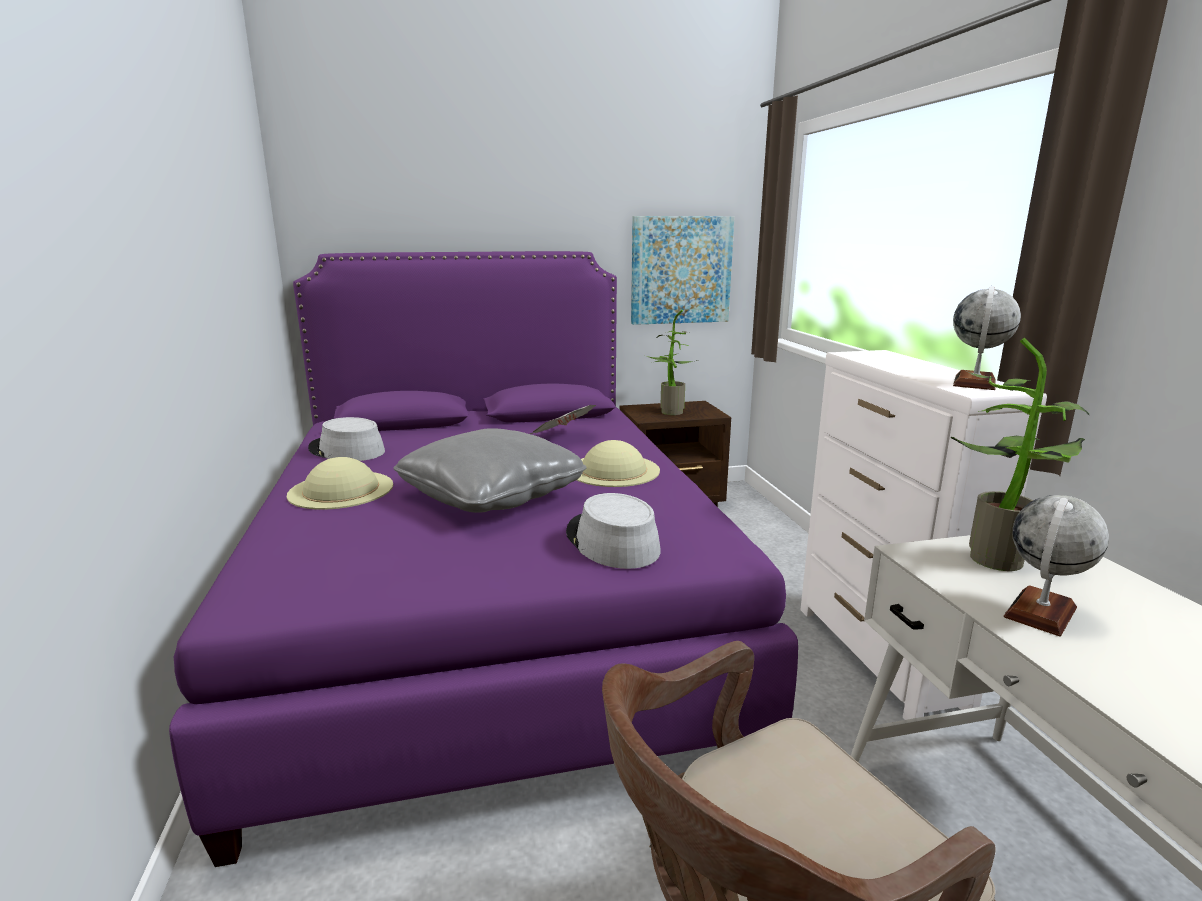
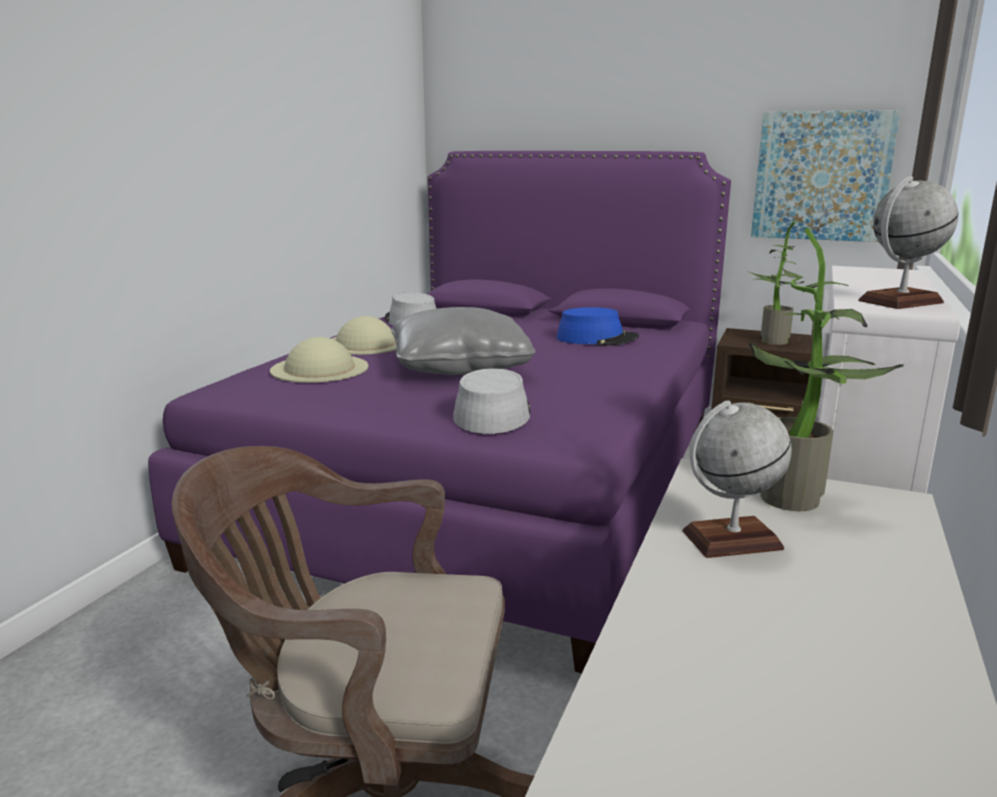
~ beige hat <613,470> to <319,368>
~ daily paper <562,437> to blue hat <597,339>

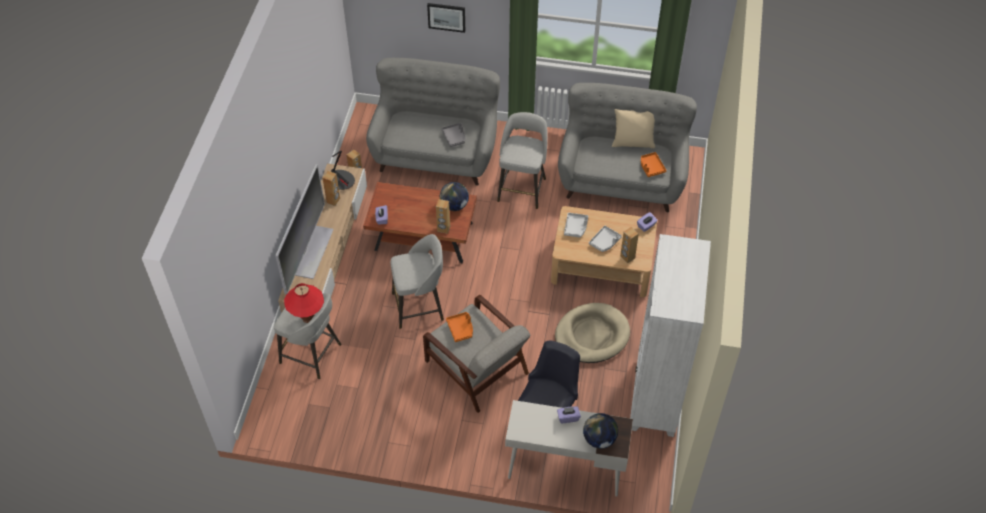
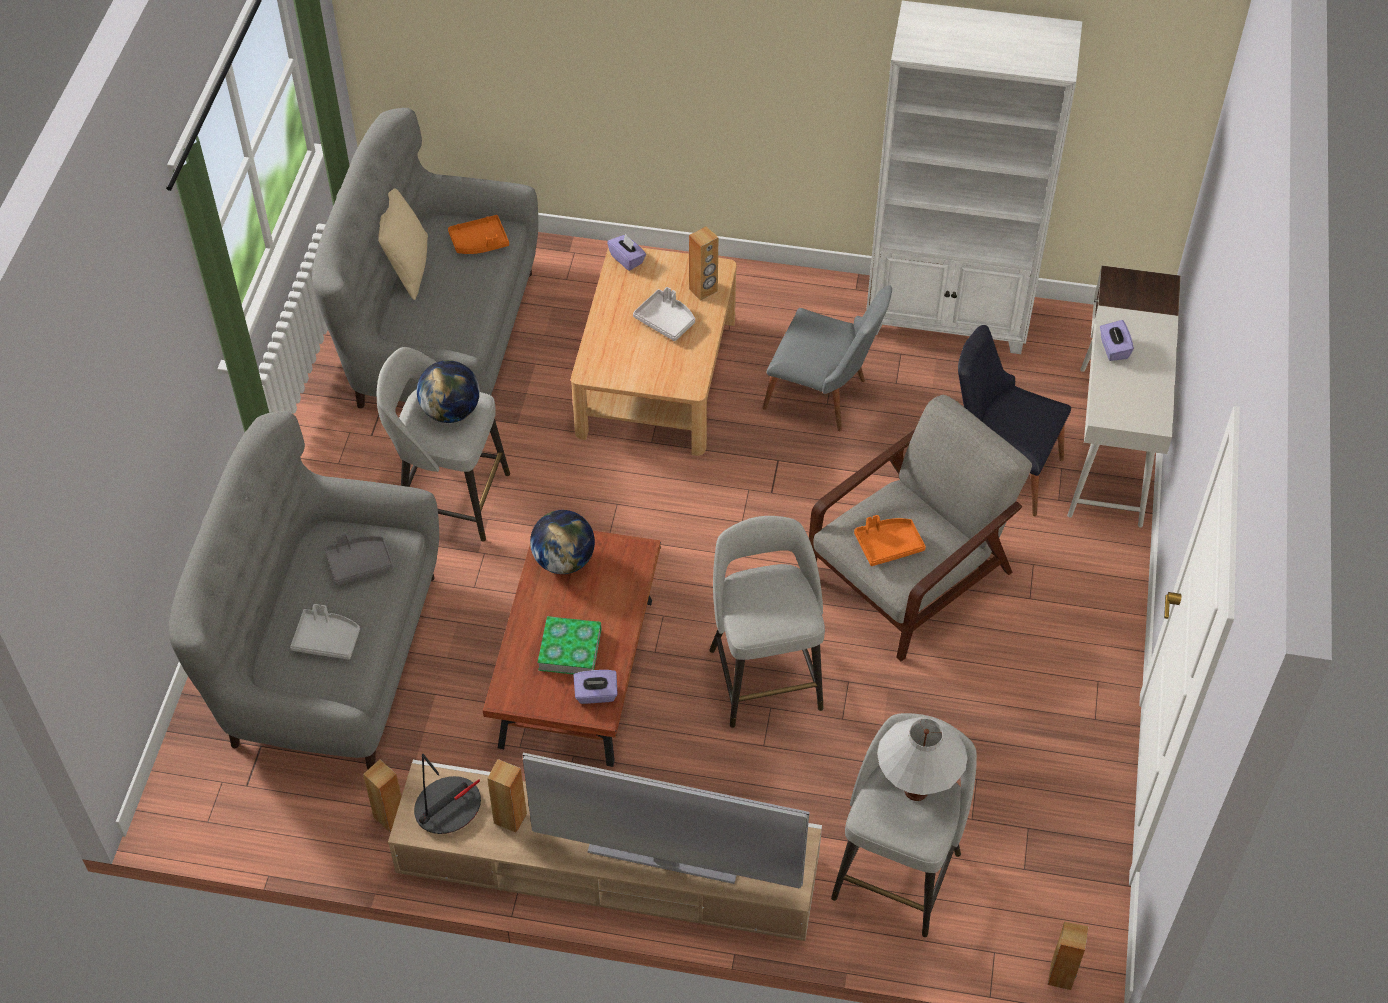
~ gray tray <576,227> to <327,639>
~ globe <599,439> to <451,411>
+ book <570,649>
~ beige pet bed <592,335> to gray chair <824,398>
~ red-coloured lamp for a table <308,318> to white lamp for a table <915,791>
~ brown audio speaker <443,229> to <1061,975>
- wall picture <446,17>

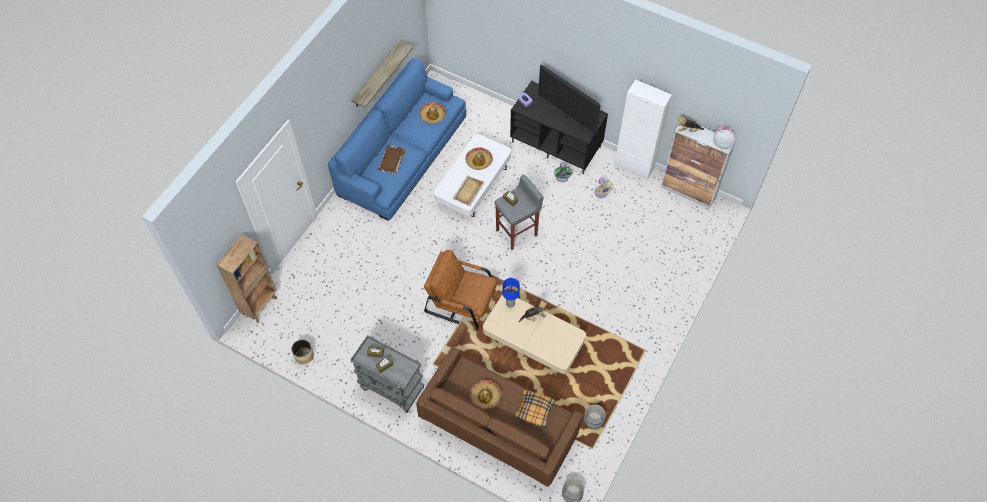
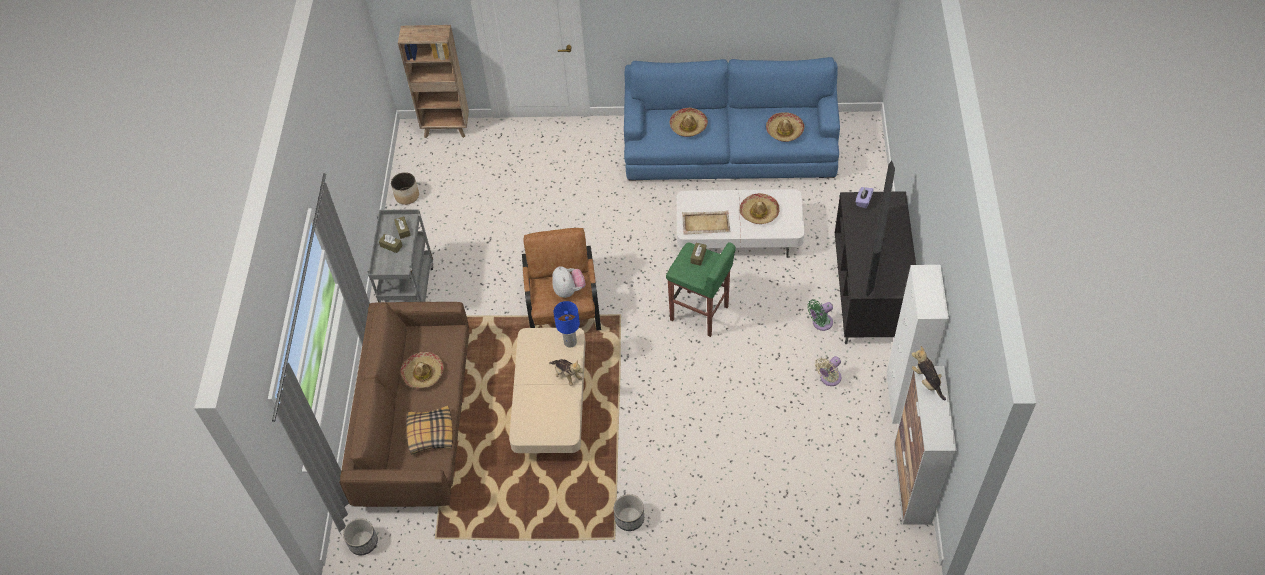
~ cuddly toy <722,143> to <569,290>
~ planter <593,420> to <629,518>
~ gray stool seat <517,233> to greenish stool seat <699,314>
~ brown tray <391,160> to hat <688,126>
- bracket shelf <376,75>

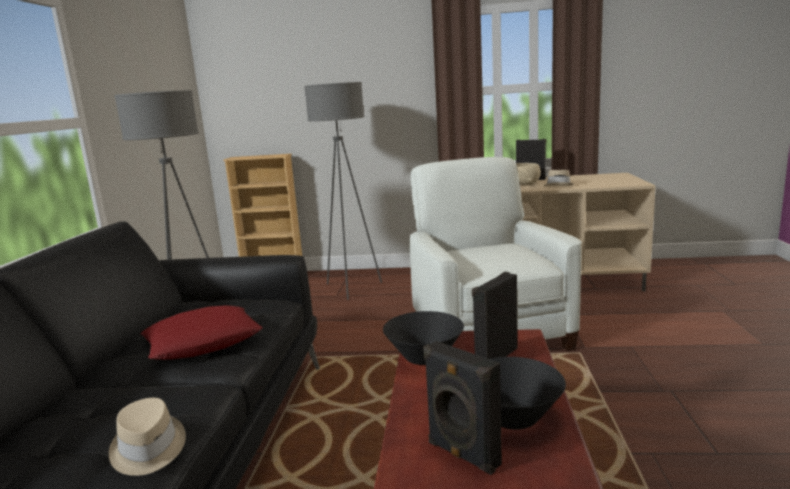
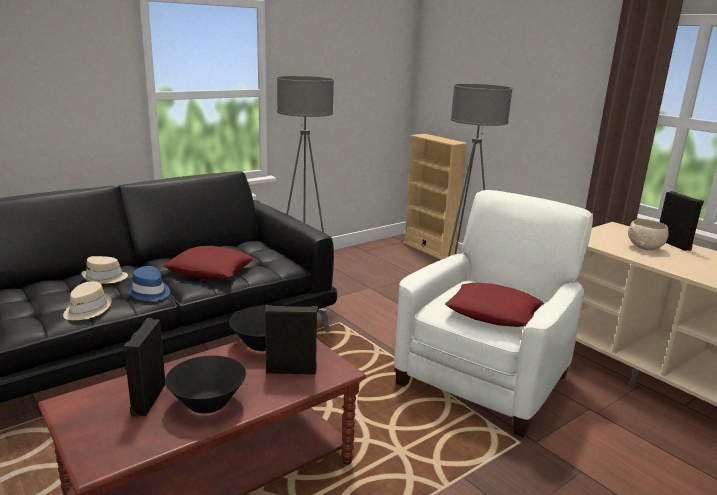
~ beige hat <558,186> to <105,278>
+ blue hat <149,292>
+ red-coloured cushion <493,312>

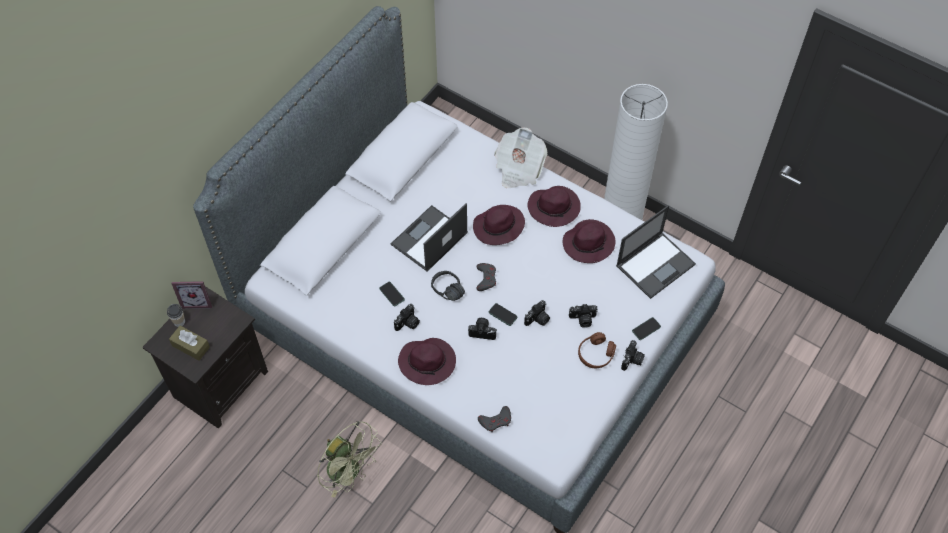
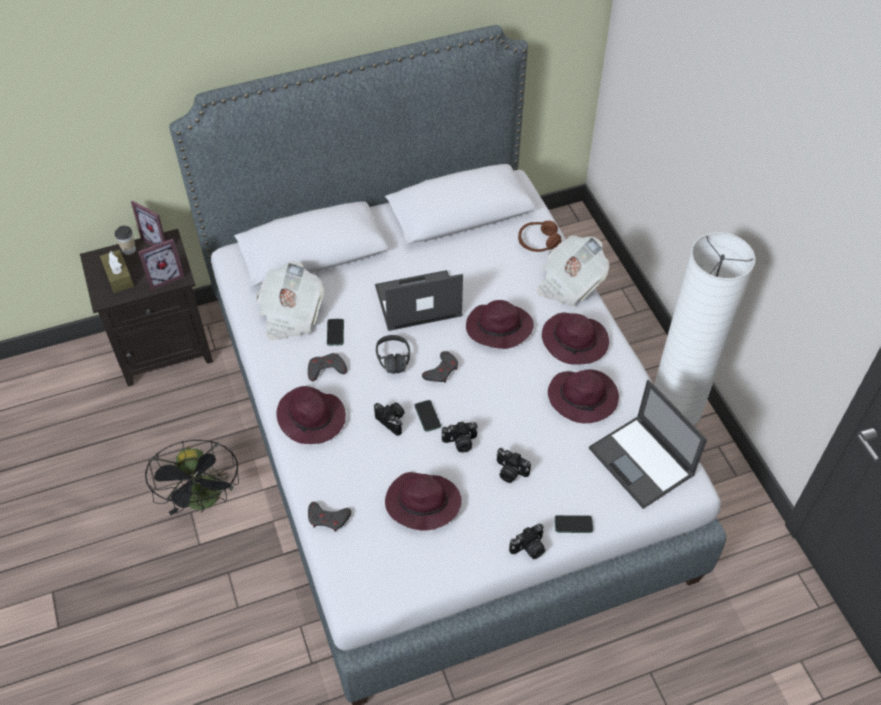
+ photo frame <164,277>
~ greenish electric fan <350,472> to blackish electric fan <205,501>
+ daily paper <290,314>
~ still camera <408,323> to gray joypad <326,369>
+ purple hat <421,503>
~ brown headphones <595,354> to <538,242>
~ portable computer <655,264> = <642,462> 60 degrees clockwise

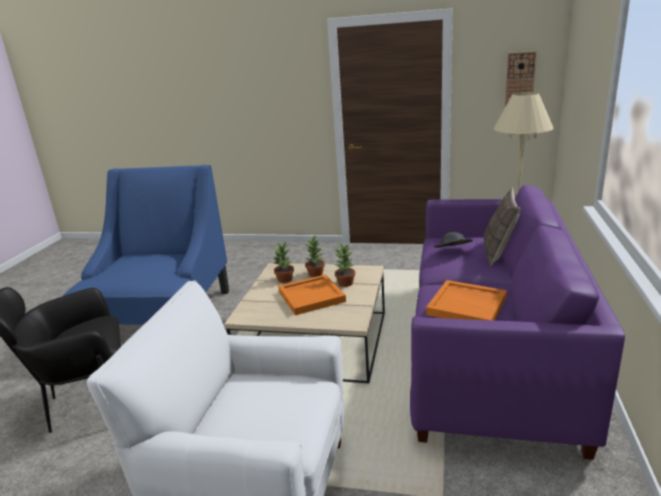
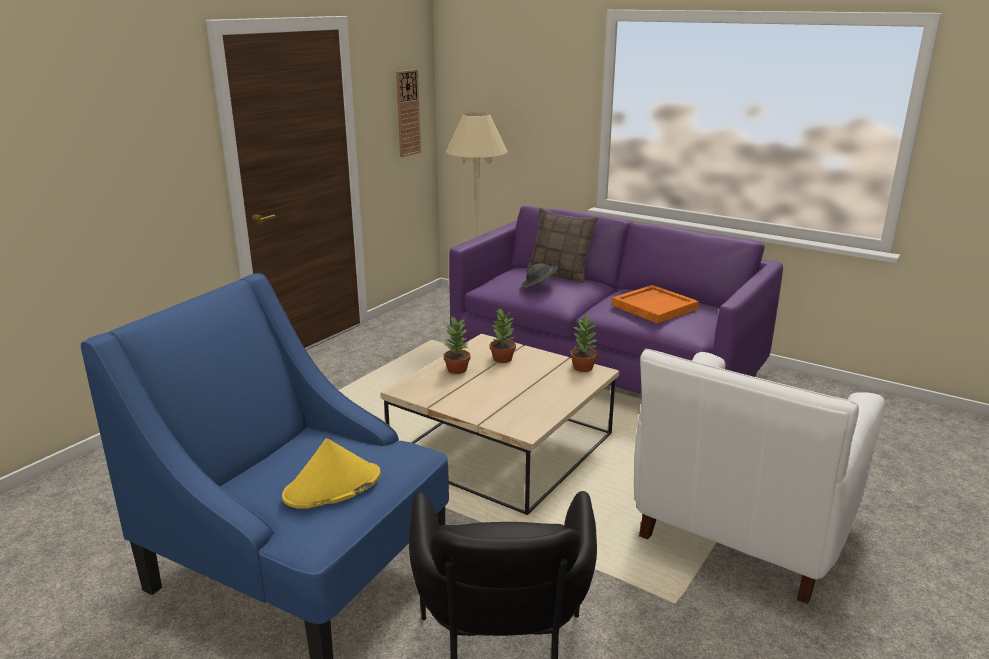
+ yellowish hat <332,486>
~ plant in a pot <285,279> to <583,367>
- orangey tray <312,296>

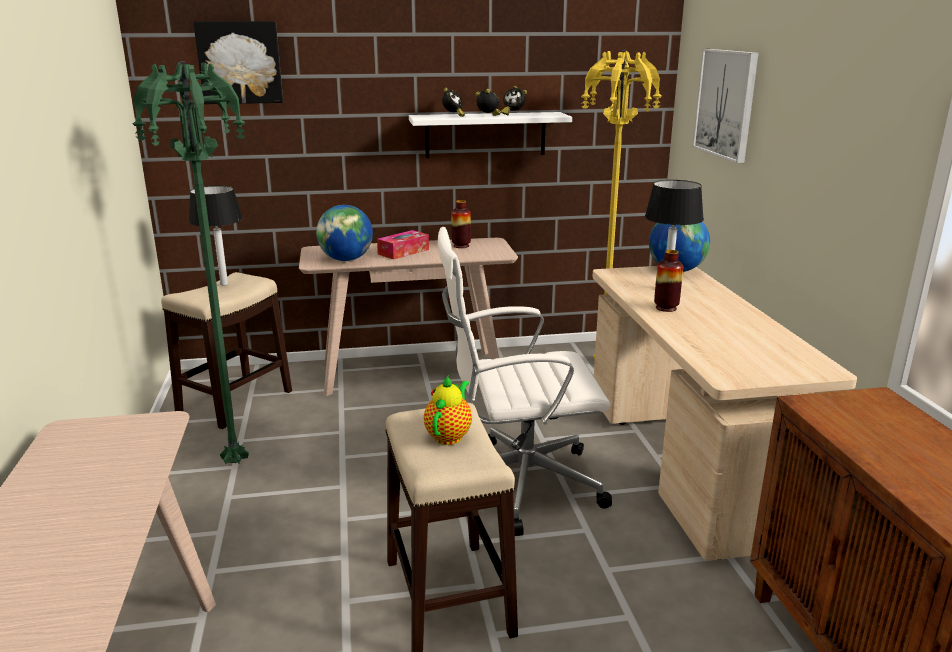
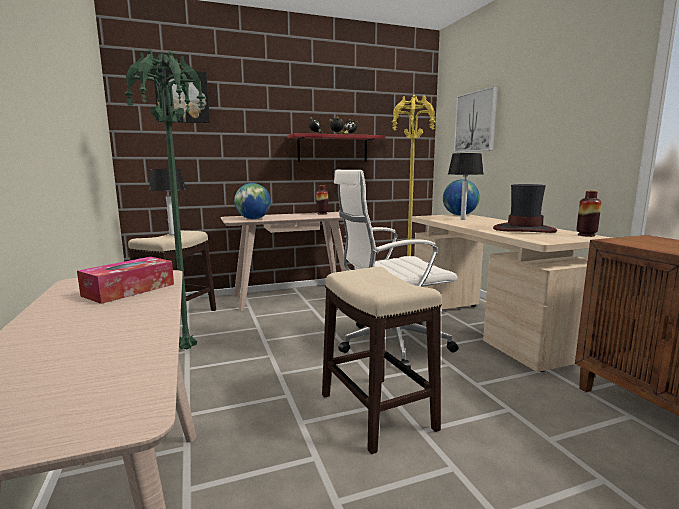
~ tissue box <403,252> to <129,290>
~ white bracket shelf <485,135> to red-coloured bracket shelf <332,149>
+ hat <523,230>
~ decorative vase <666,308> to <586,235>
- pot for tea <449,435>

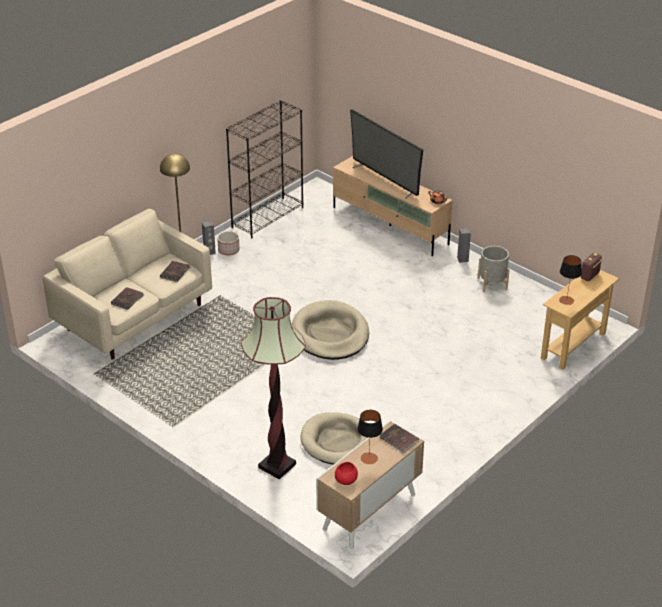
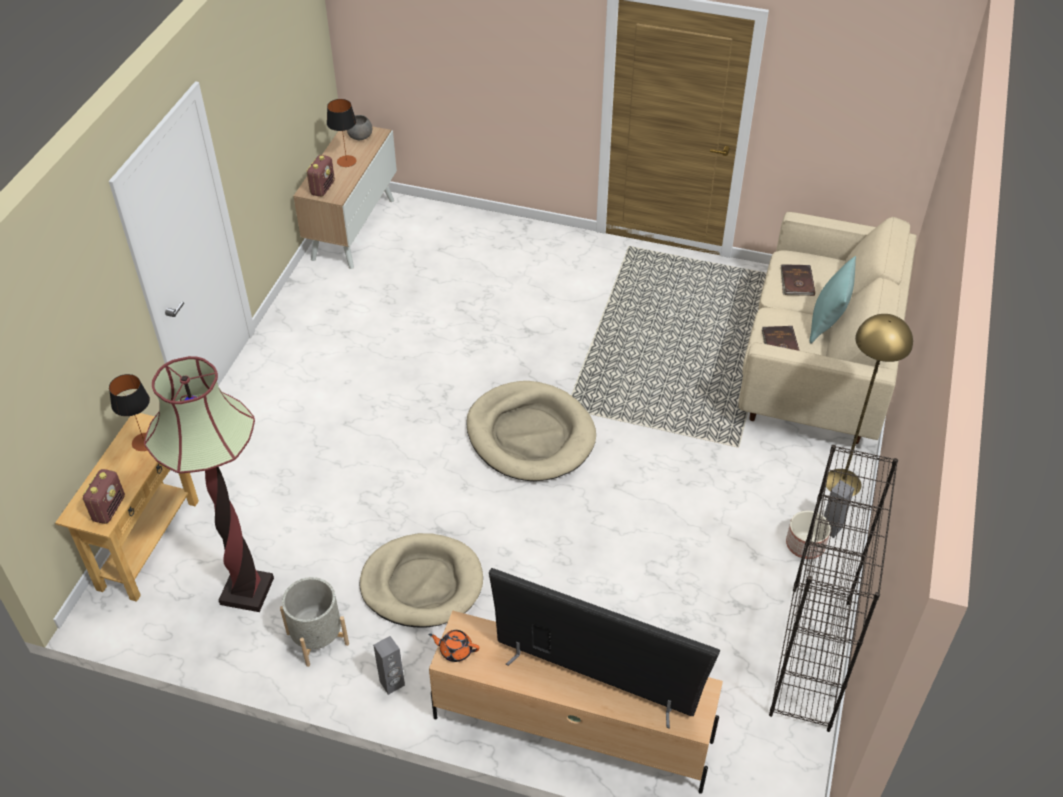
~ standing lamp <277,466> to <247,591>
~ brown book <398,440> to radio <322,188>
~ red-coloured deep dish <346,479> to gray deep dish <360,136>
~ beige pet bed <338,442> to <422,583>
+ turquoise cushion <827,324>

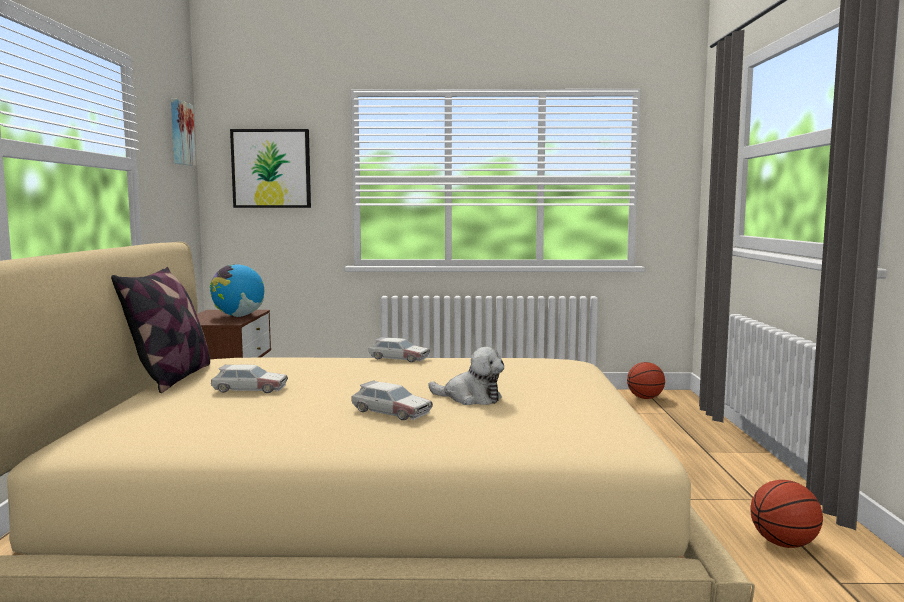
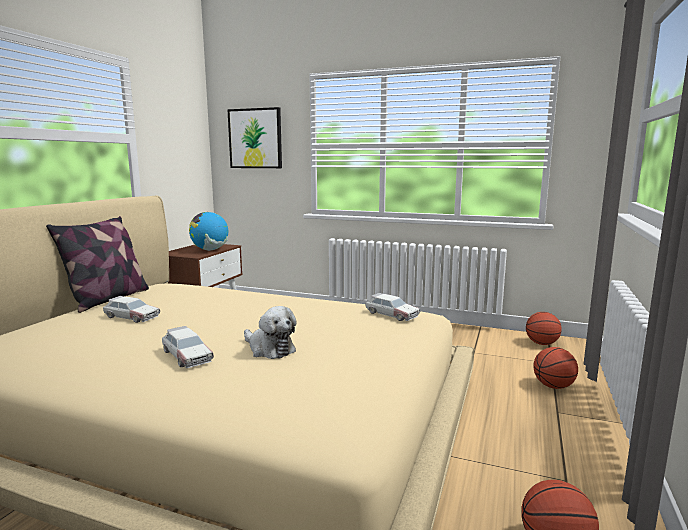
~ miniature car <398,358> to <391,314>
+ basketball ball <553,386>
- wall picture <180,133>

